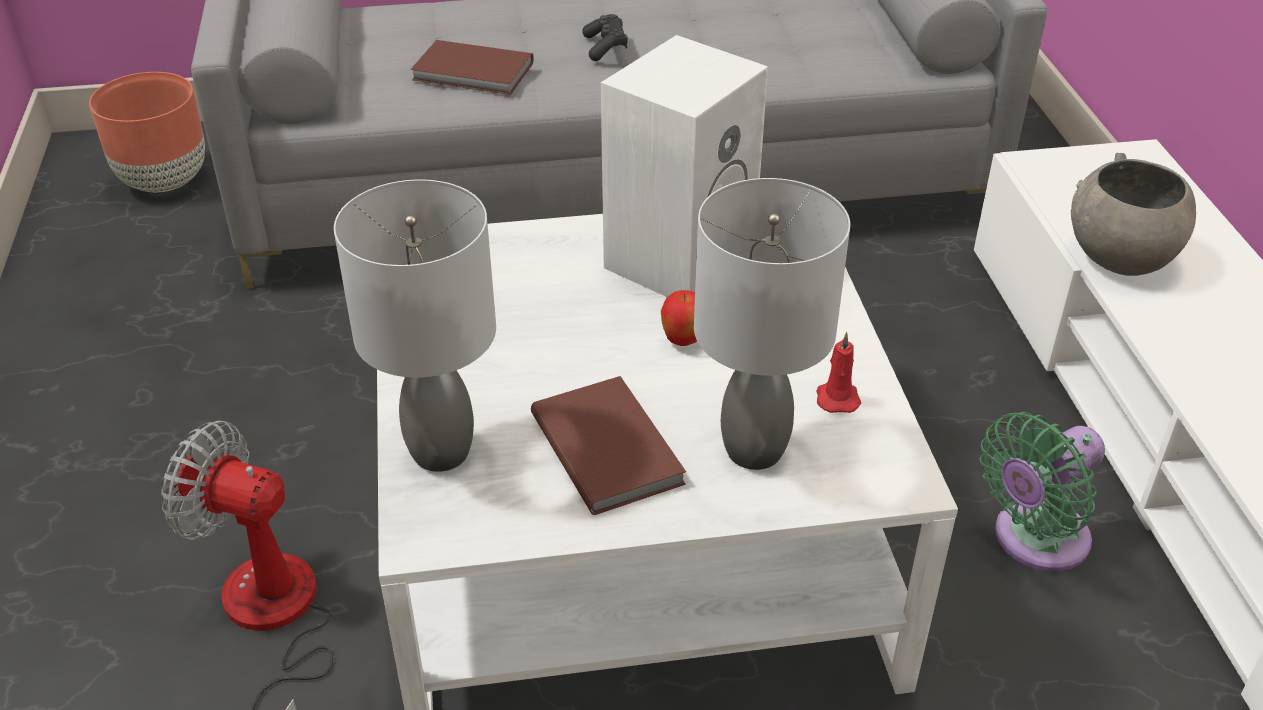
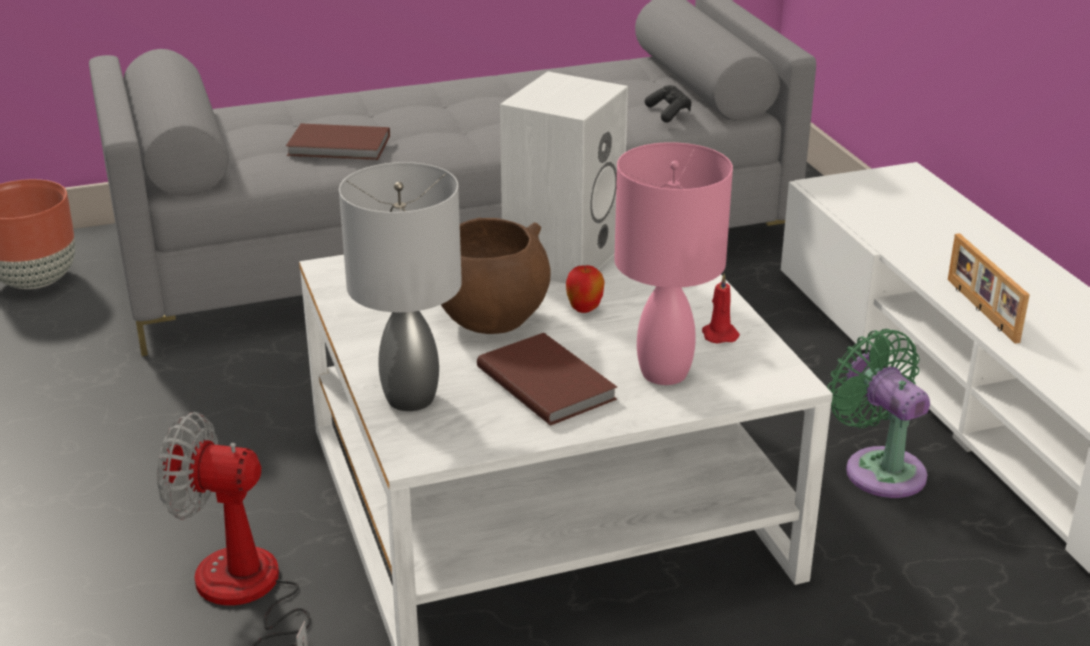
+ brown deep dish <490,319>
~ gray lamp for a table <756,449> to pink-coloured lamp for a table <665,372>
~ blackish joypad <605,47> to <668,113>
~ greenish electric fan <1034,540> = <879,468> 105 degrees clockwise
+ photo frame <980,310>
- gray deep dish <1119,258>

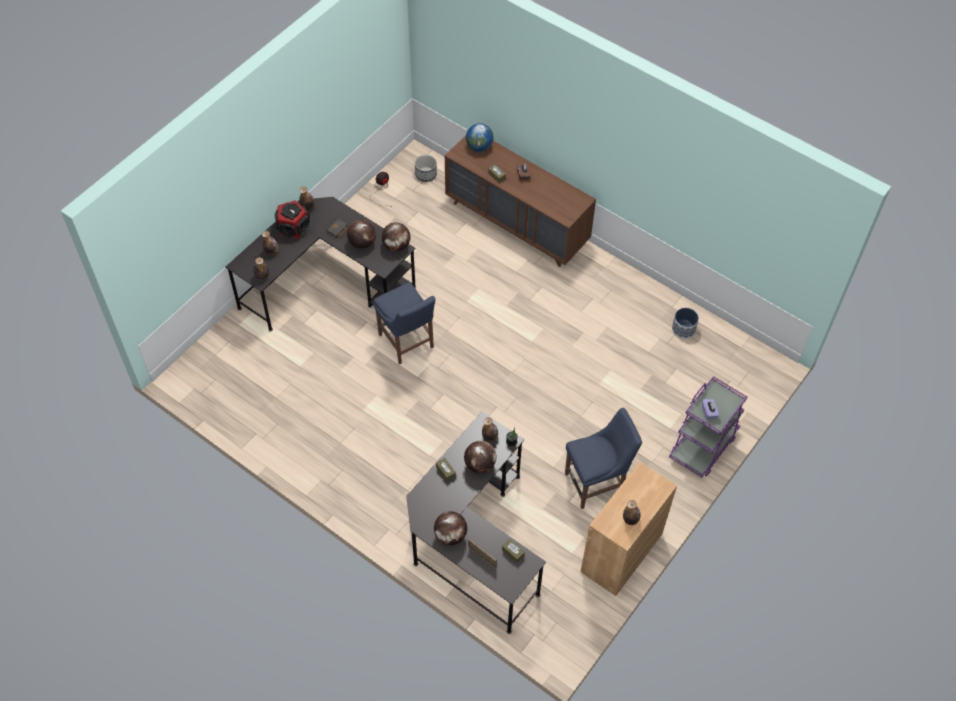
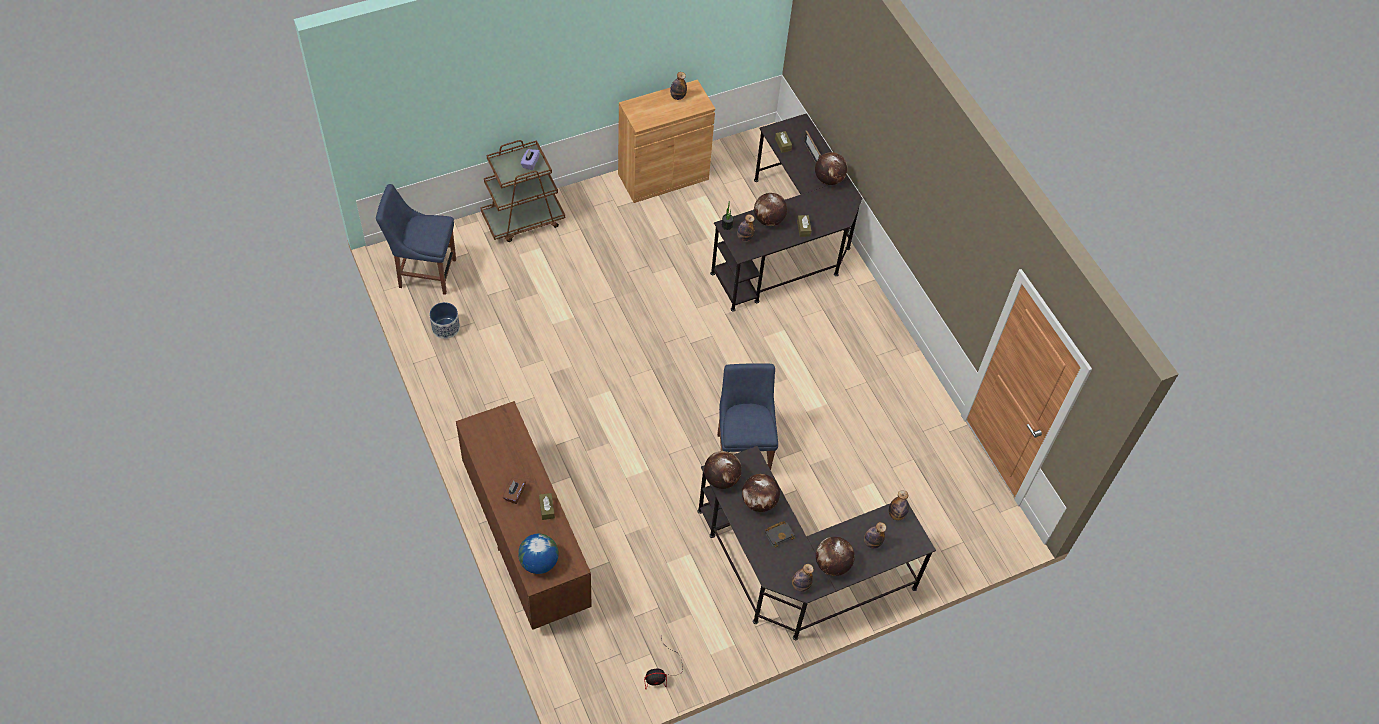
~ blue chair <596,483> to <424,272>
~ purple trolley <703,446> to brown trolley <523,219>
~ audio speaker <293,227> to globe <832,564>
- planter <426,174>

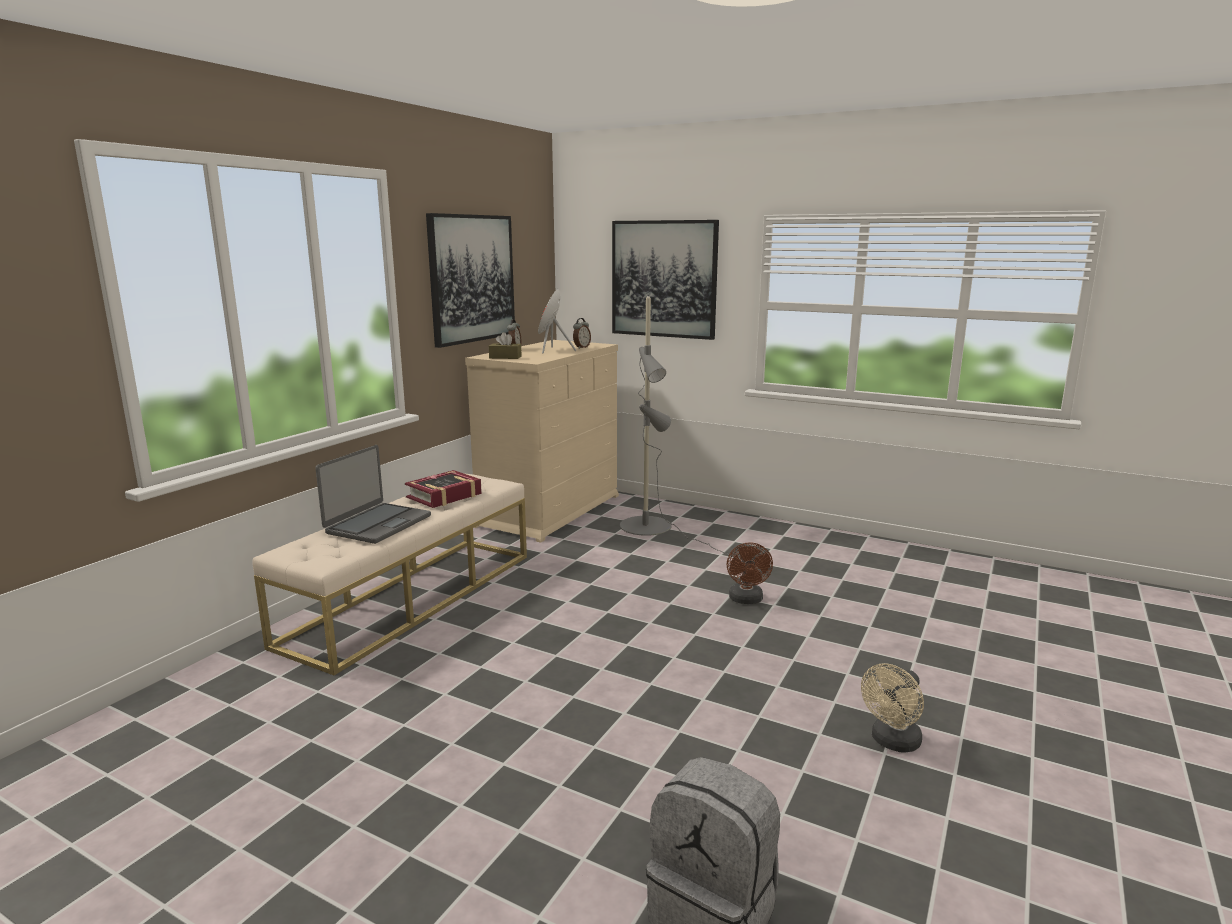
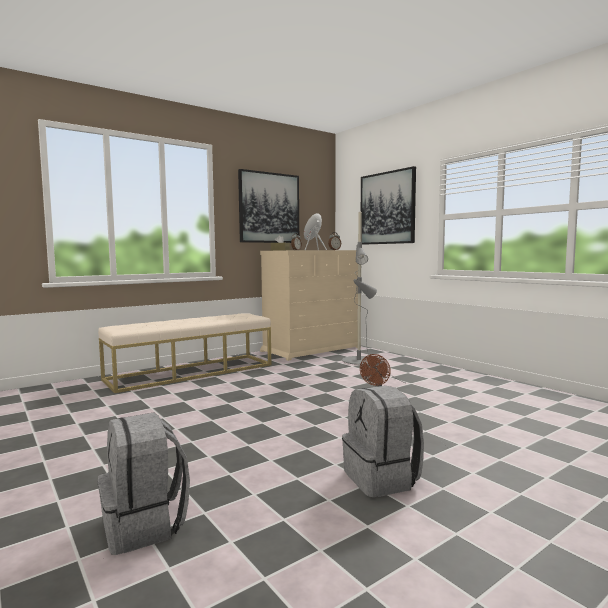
~ beige electric fan <892,742> to gray backpack <382,479>
- portable computer <377,524>
- book <444,496>

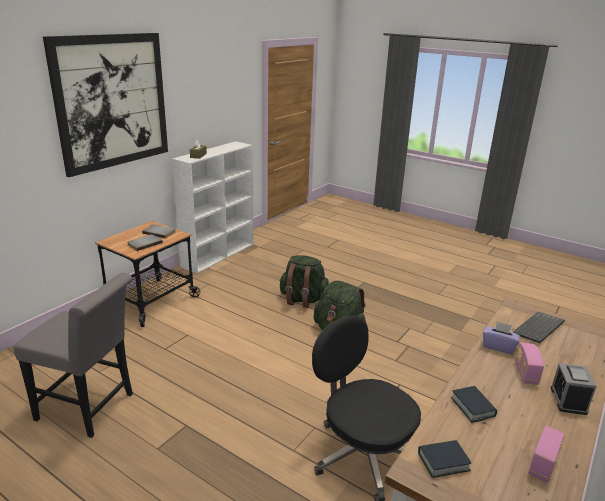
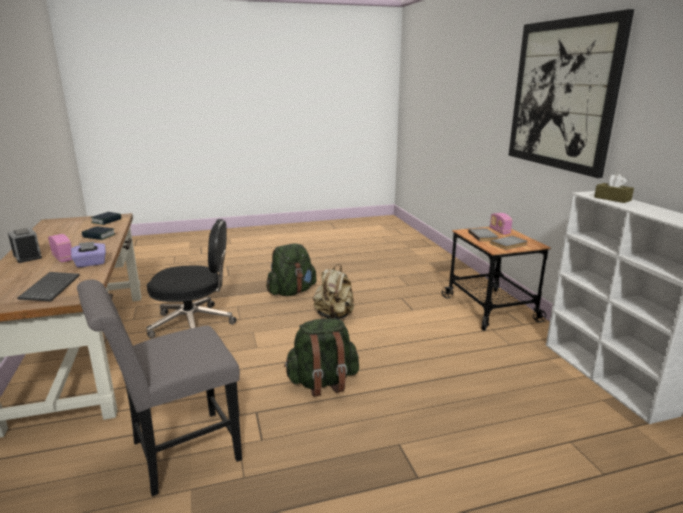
~ gray chair <91,408> to <177,454>
~ greenish backpack <303,300> to <291,292>
+ beige backpack <334,316>
~ radio <543,465> to <499,231>

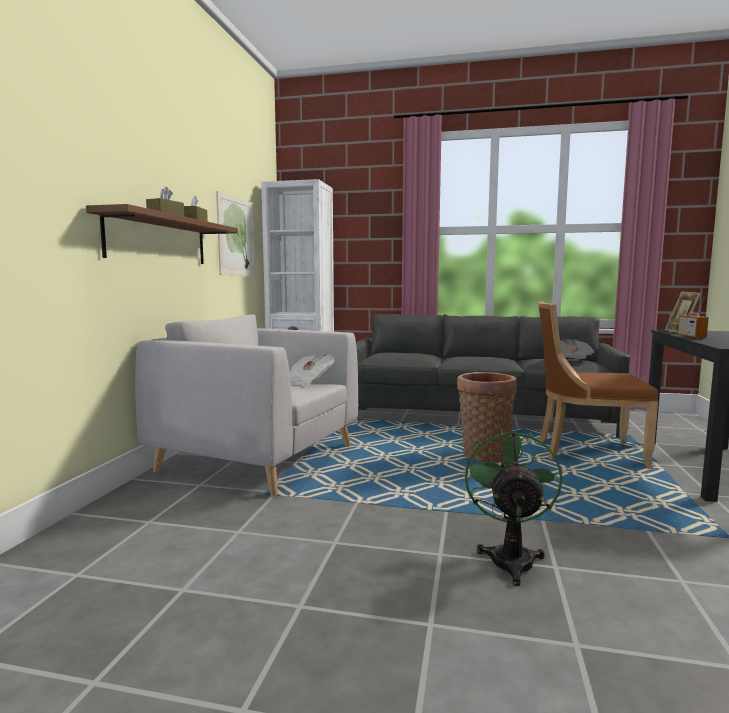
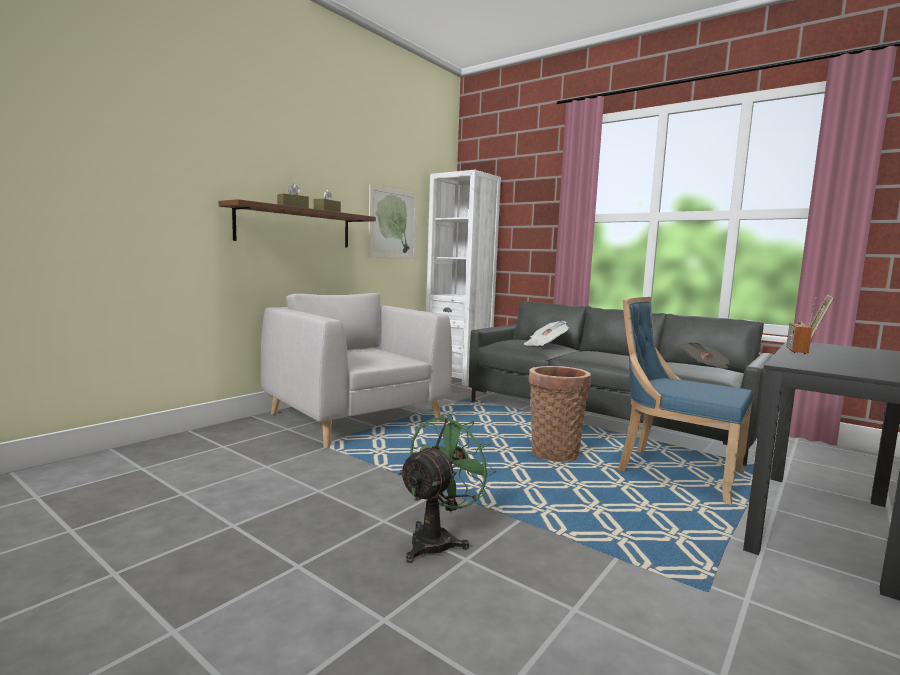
~ daily paper <308,382> to <545,345>
~ brown chair <585,452> to blue chair <674,472>

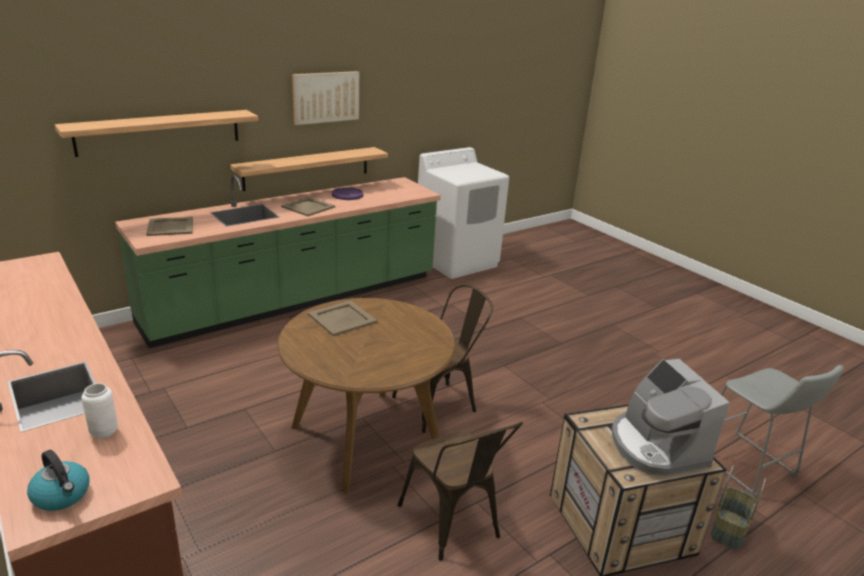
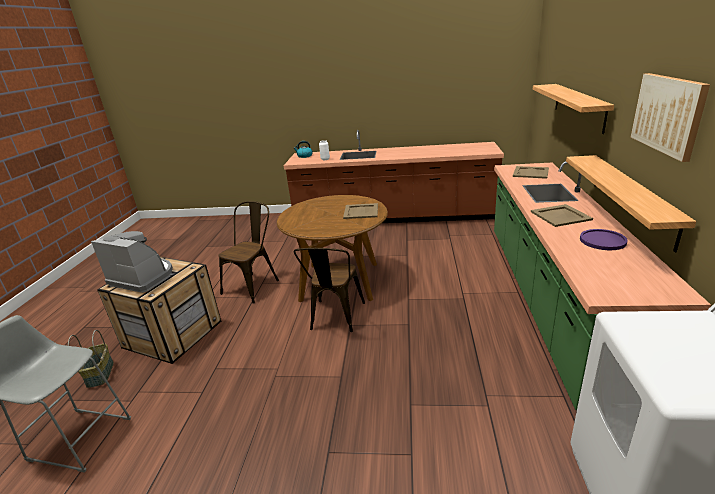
~ brown chair <454,525> = <254,285> 105 degrees clockwise

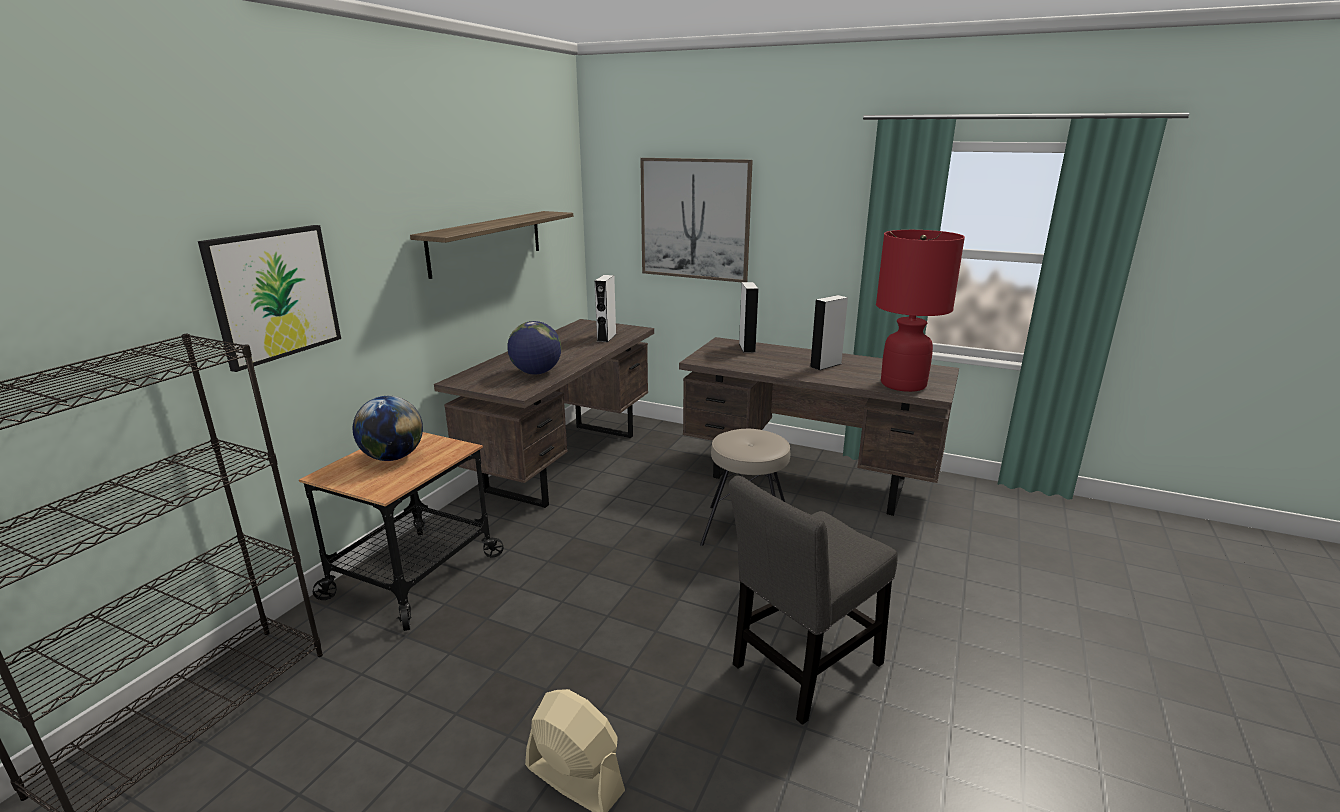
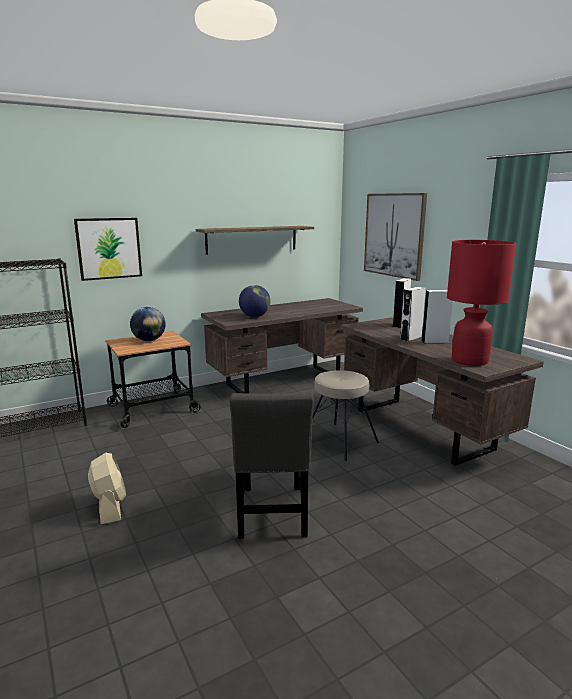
~ gray chair <803,669> = <272,514> 90 degrees counterclockwise
~ white audio speaker <606,337> to <410,338>

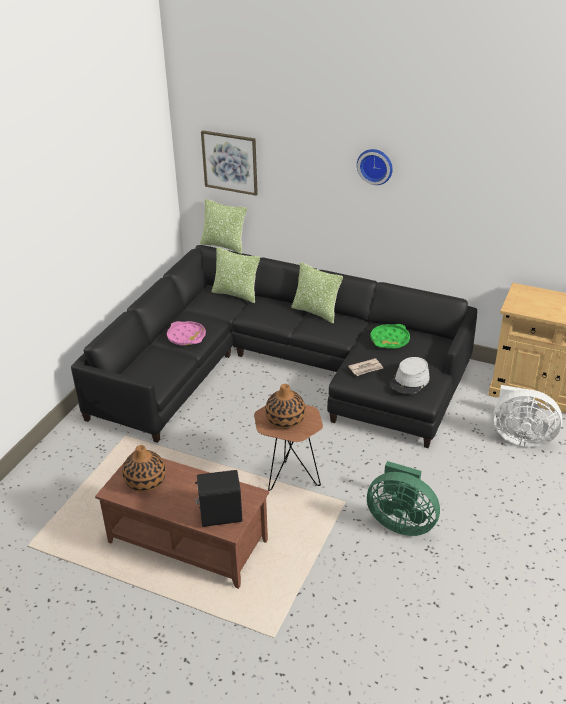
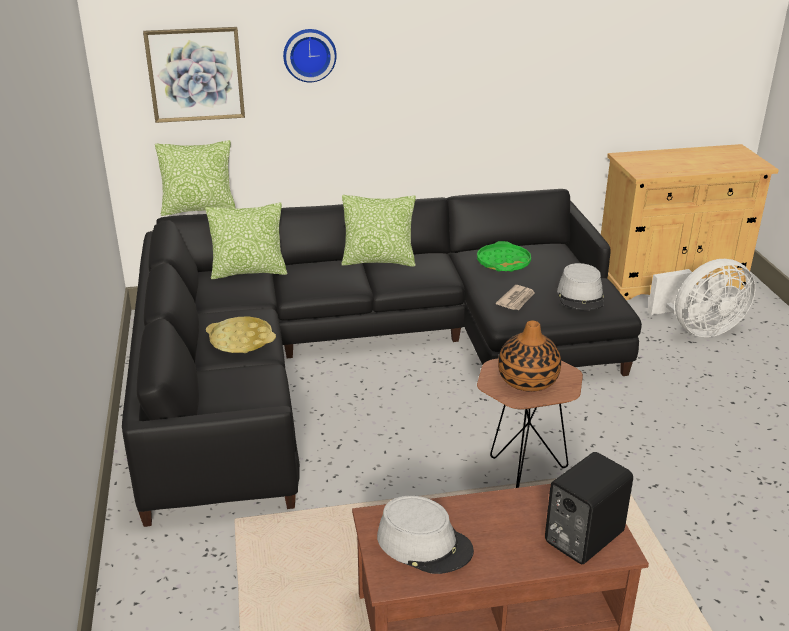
~ pink-coloured tray <186,336> to yellowish tray <241,340>
~ clock on the wall <375,166> to <309,54>
~ decorative vase <145,481> to gray hat <424,544>
- greenish electric fan <401,522>

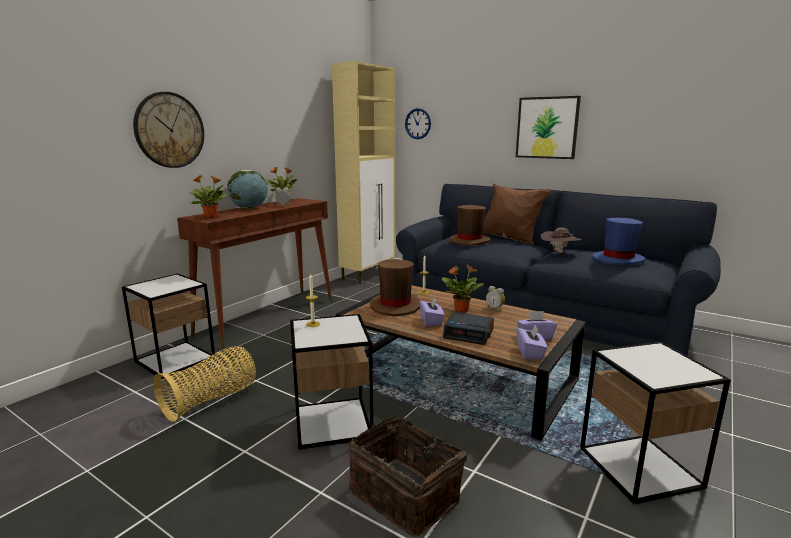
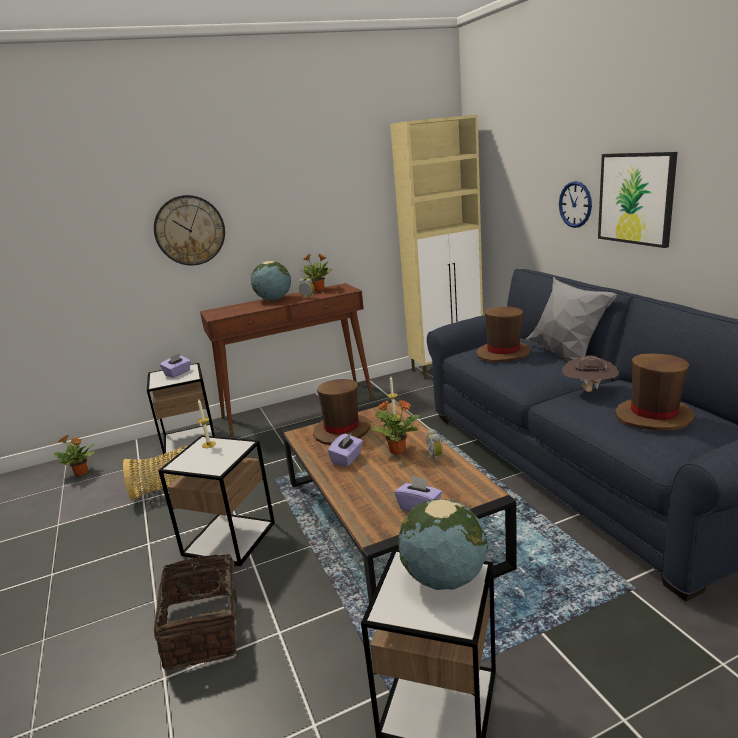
~ plant in a pot <211,217> to <81,473>
~ purple tissue box <530,353> to <178,373>
+ globe <444,578>
~ brown cushion <509,239> to gray cushion <565,355>
~ clock on the wall <418,123> to <575,204>
~ blue hat <618,260> to brown hat <653,417>
- alarm clock <469,333>

